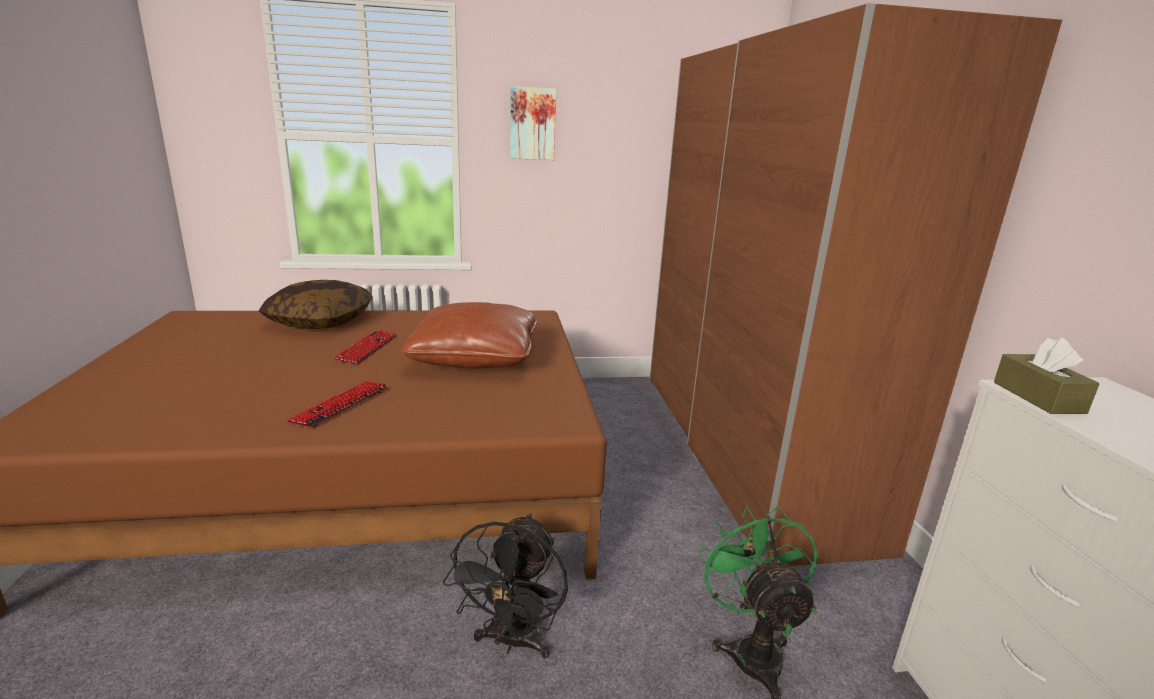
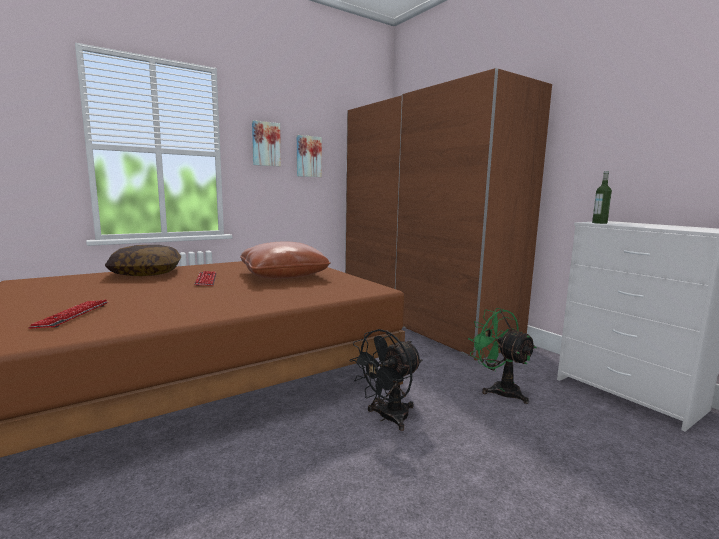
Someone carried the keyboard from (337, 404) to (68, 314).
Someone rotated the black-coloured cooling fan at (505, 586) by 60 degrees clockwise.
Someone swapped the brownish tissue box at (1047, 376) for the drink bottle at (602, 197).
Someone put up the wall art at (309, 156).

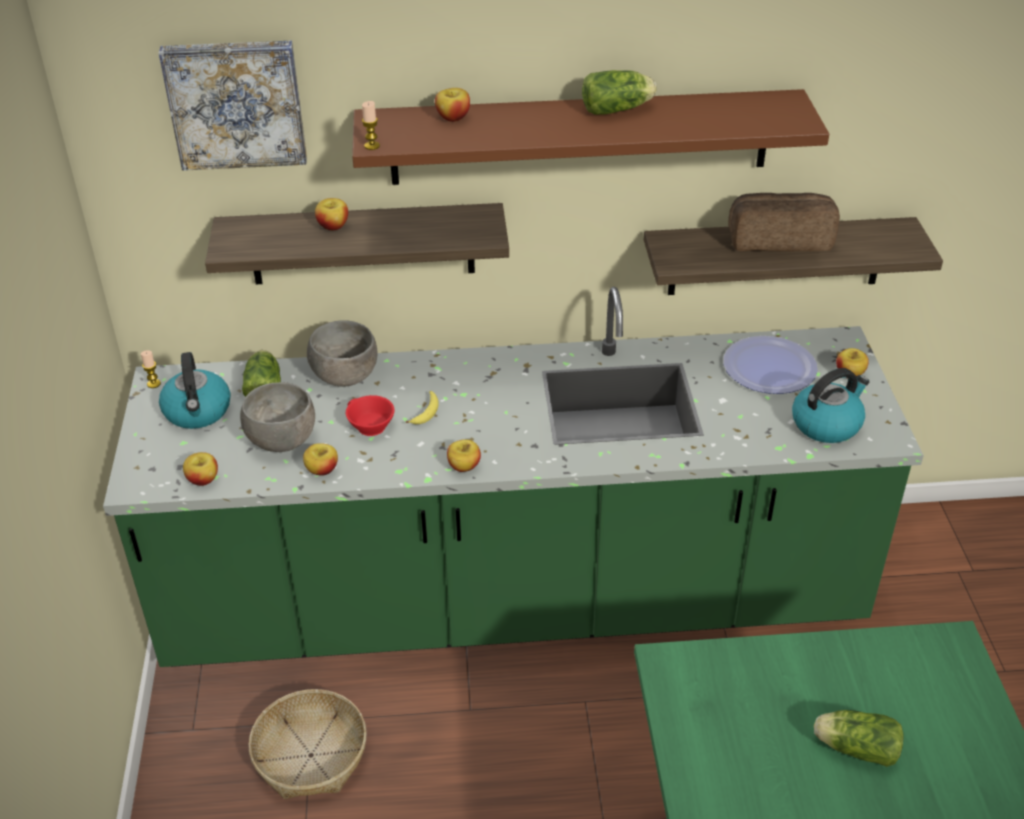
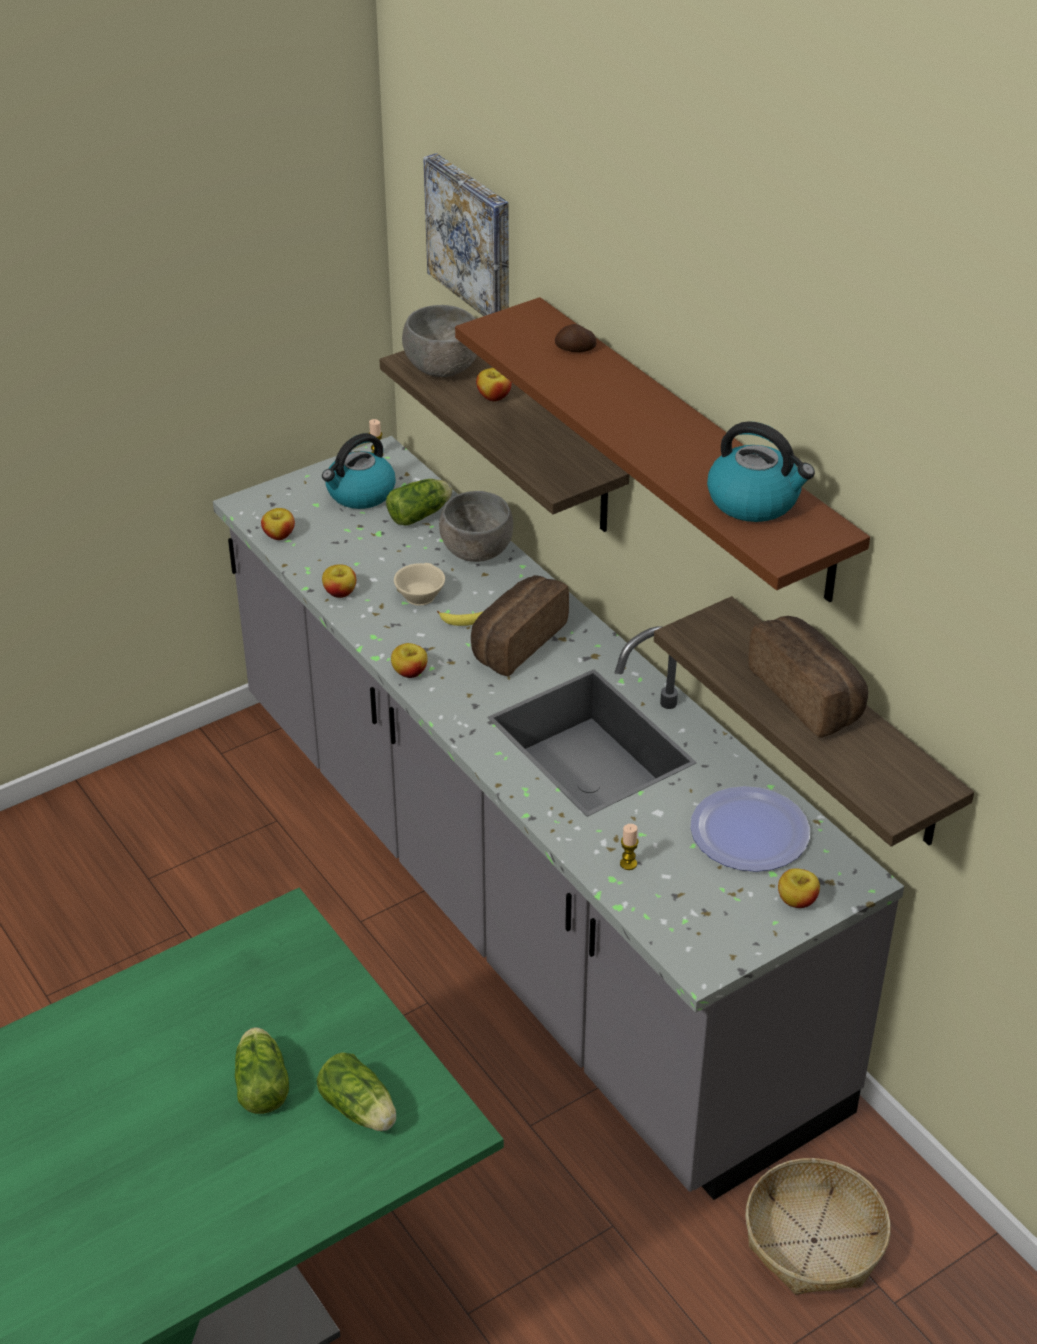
Someone repainted the greenish counter at (513, 477), which became the grey counter at (558, 818).
Someone carried the grey bowl from (277, 417) to (439, 341).
Someone carried the storage basket from (307, 744) to (818, 1226).
Someone repainted the reddish small cup at (370, 415), which became the beige small cup at (419, 584).
Someone carried the candle from (371, 125) to (629, 847).
Someone swapped the whole apple at (452, 105) for the potato at (576, 338).
Someone carried the head of lettuce from (619, 92) to (356, 1091).
Someone carried the tea kettle from (830, 405) to (761, 471).
Someone put down the bread at (520, 625).

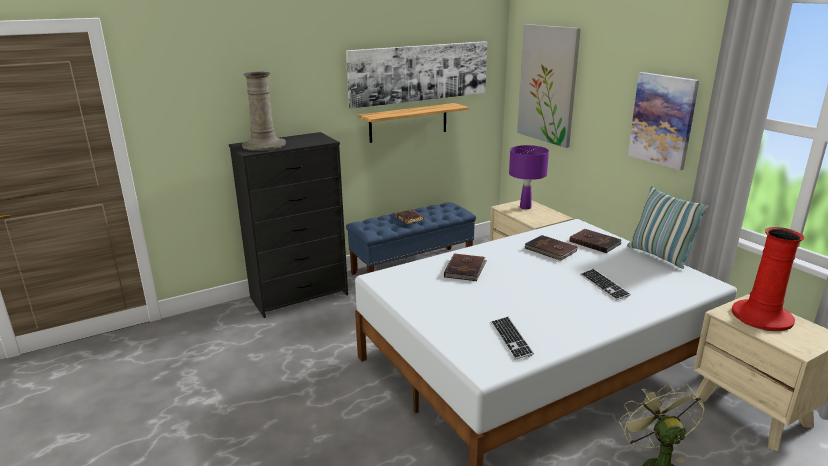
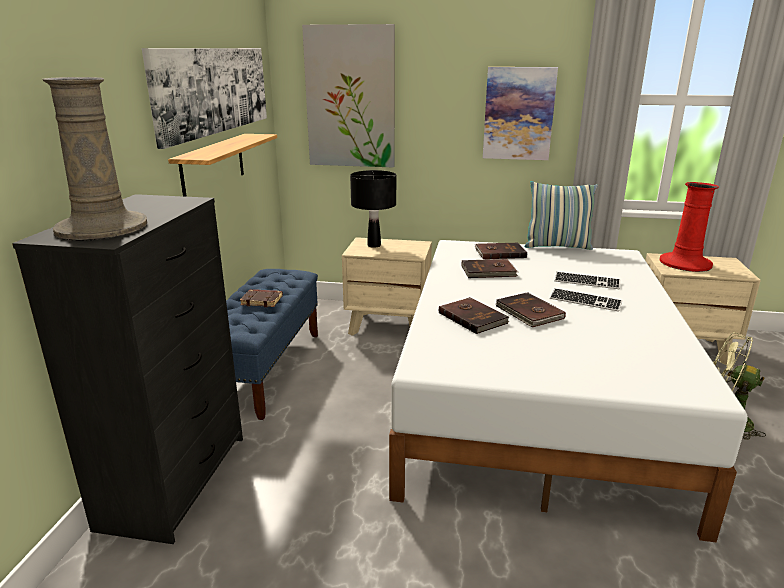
Someone carried the keyboard from (512, 338) to (586, 300).
Someone repainted the purple-coloured tabletop lamp at (529, 177), which became the black-coloured tabletop lamp at (373, 209).
Someone put down the brownish volume at (531, 309).

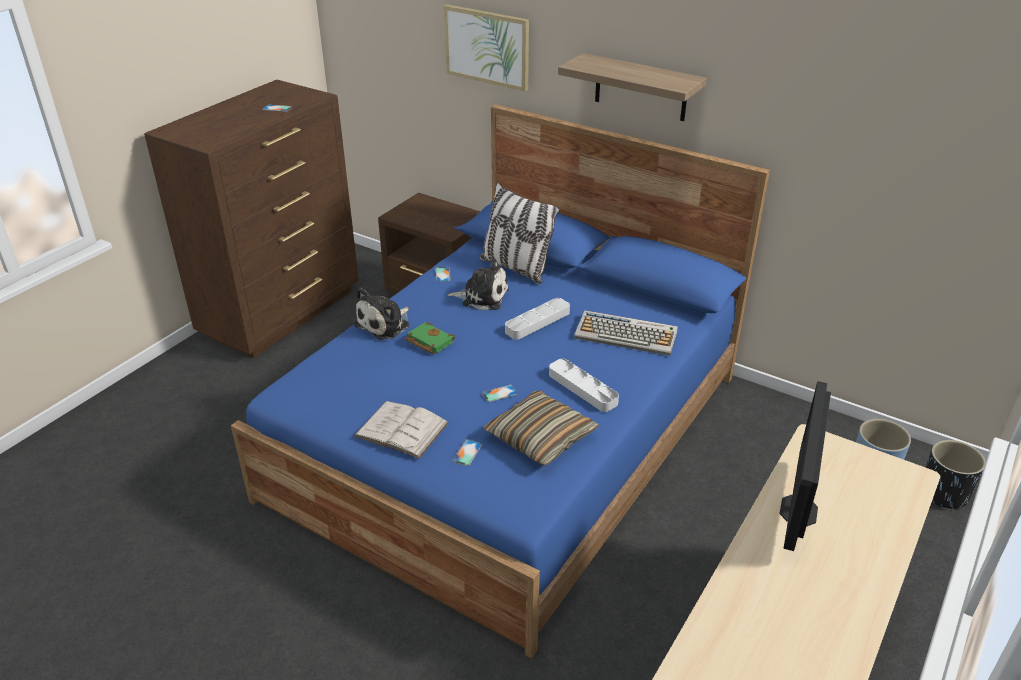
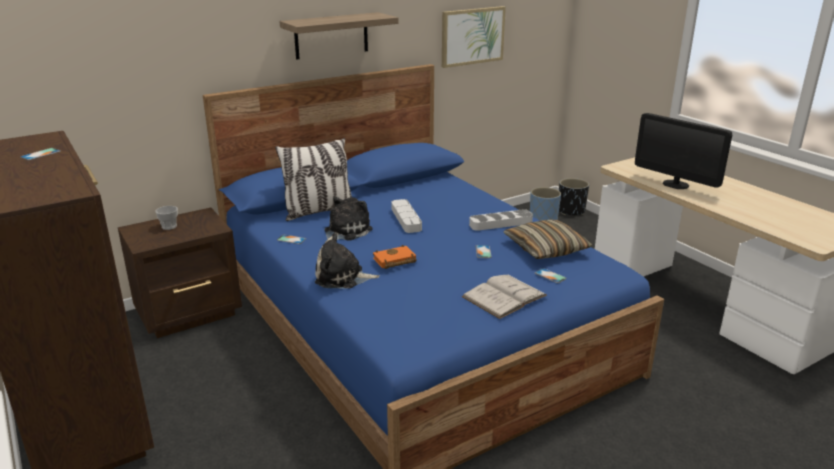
Someone rotated the cuddly toy at (381, 314) by 120 degrees clockwise.
Someone repainted the greenish volume at (430, 338), which became the orange volume at (395, 257).
Someone carried the wall art from (486, 47) to (474, 37).
Someone took away the keyboard at (626, 333).
Someone put down the small cup at (166, 218).

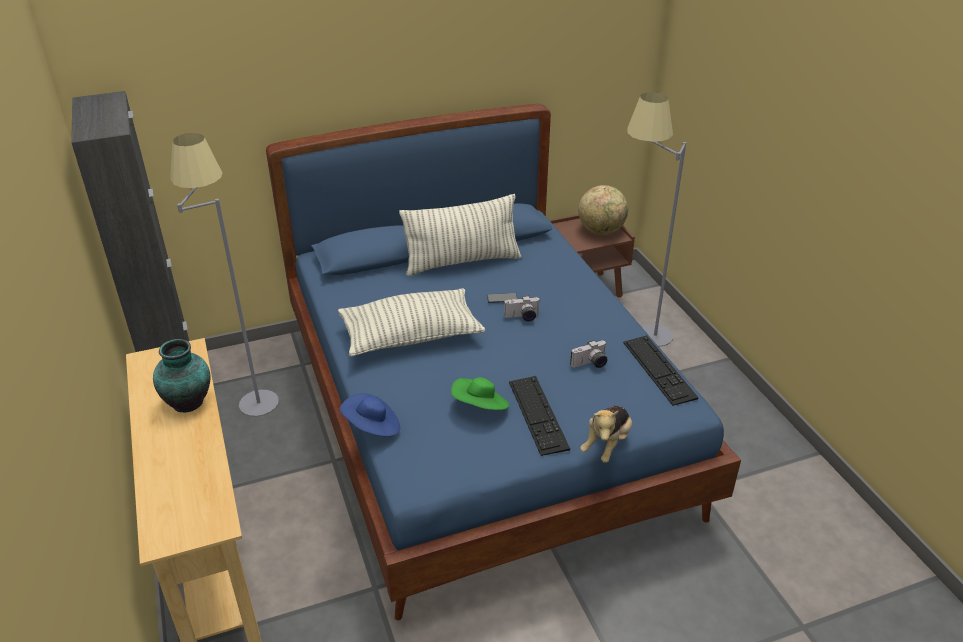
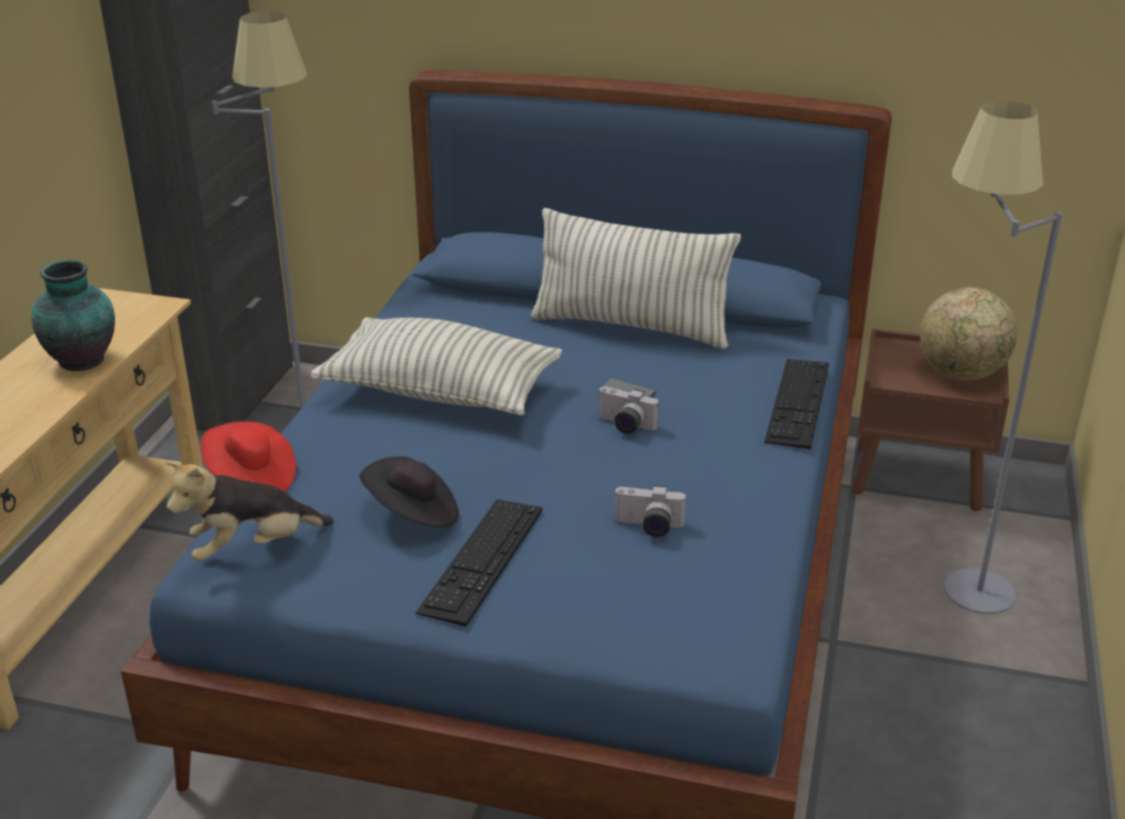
Someone repainted the blue-coloured wearable hat at (370, 415), which became the reddish wearable hat at (248, 456).
Someone repainted the greenish wearable hat at (480, 393), which became the black-coloured wearable hat at (408, 491).
Someone carried the cuddly toy from (606, 434) to (250, 511).
Someone carried the keyboard from (660, 370) to (796, 404).

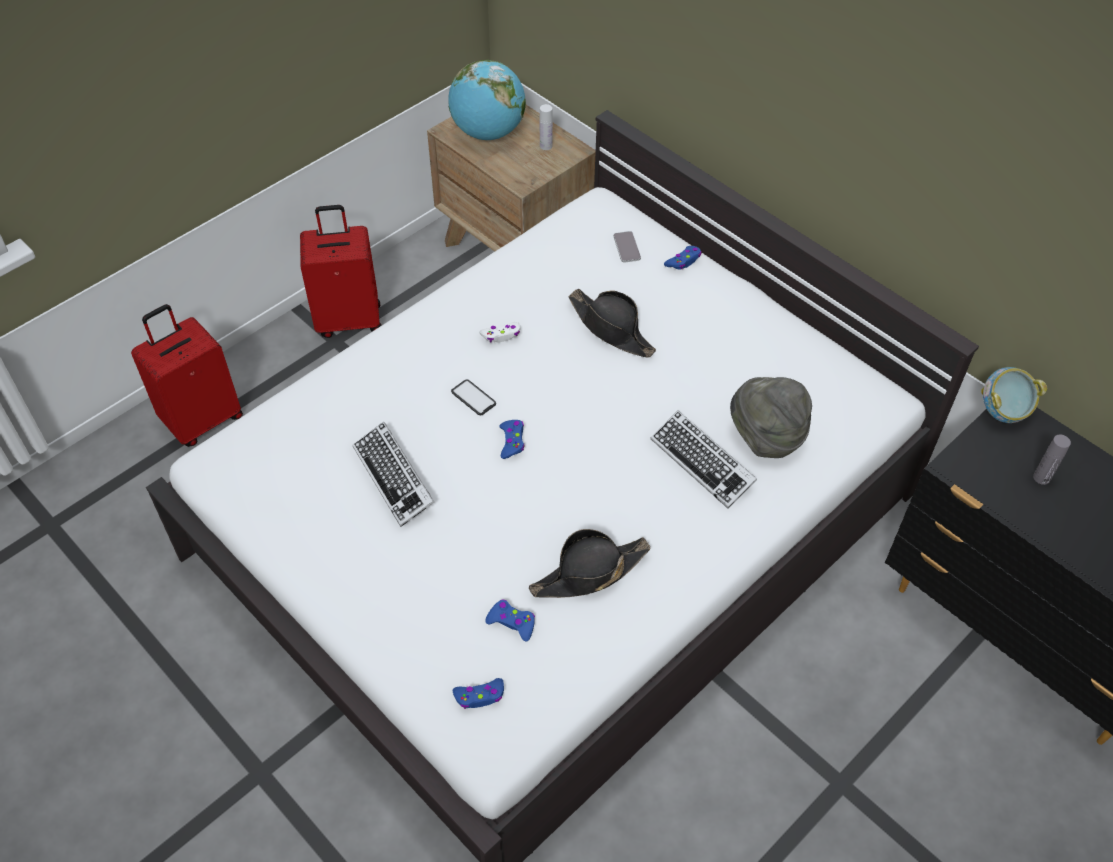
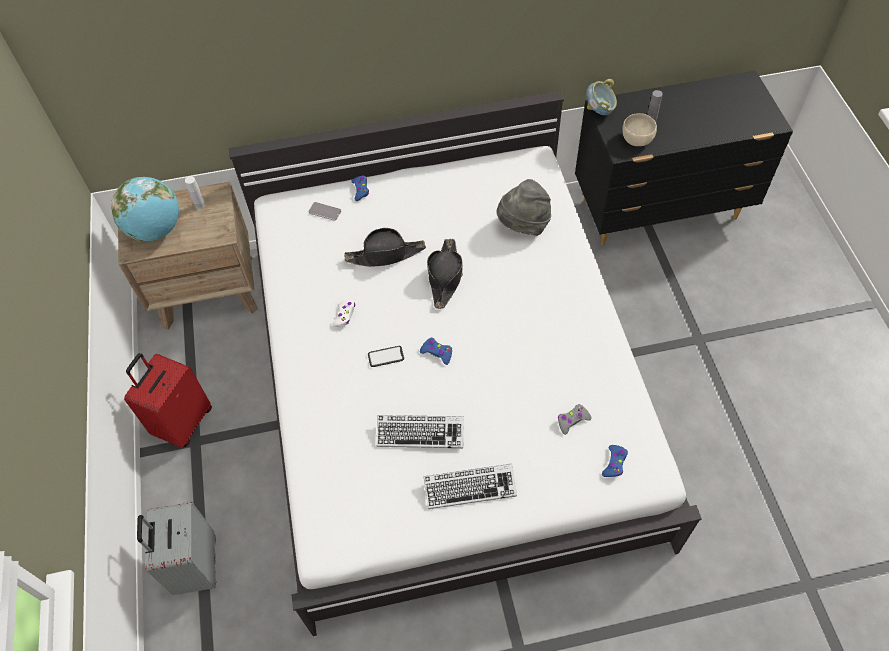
Someone repainted the reddish piece of luggage at (187, 375), which became the grey piece of luggage at (176, 548).
Someone repainted the blue-coloured game controller at (510, 620), which became the grey game controller at (575, 419).
Someone carried the black-coloured wearable hat from (589, 563) to (445, 274).
Someone carried the keyboard from (704, 459) to (470, 486).
Someone put down the beige bowl at (639, 129).

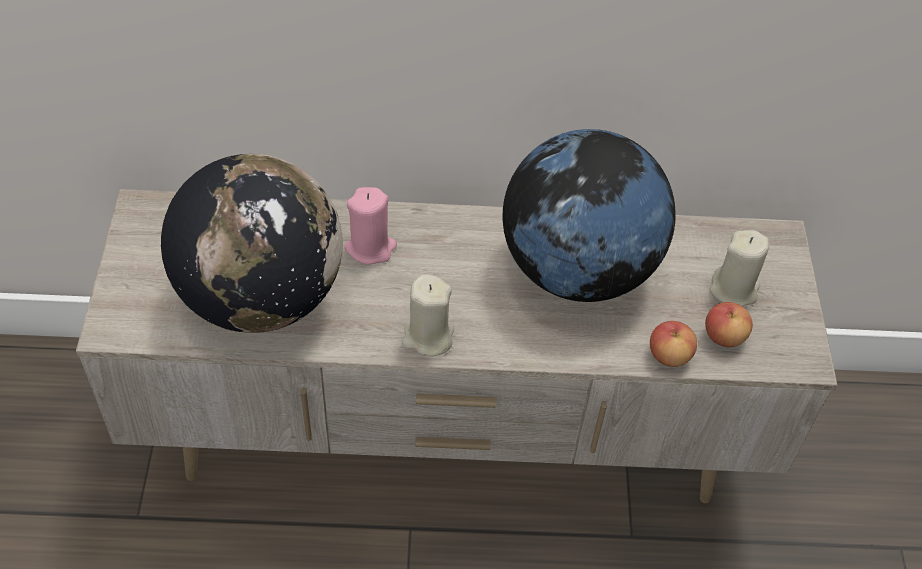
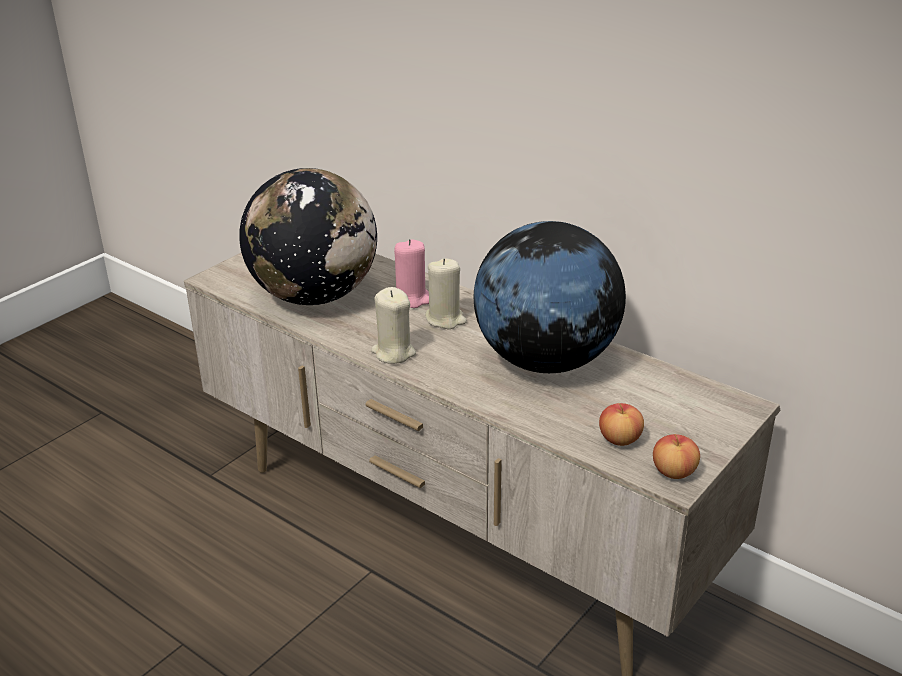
Someone carried the whole apple from (673, 344) to (676, 456).
Someone carried the beige candle from (739, 268) to (446, 293).

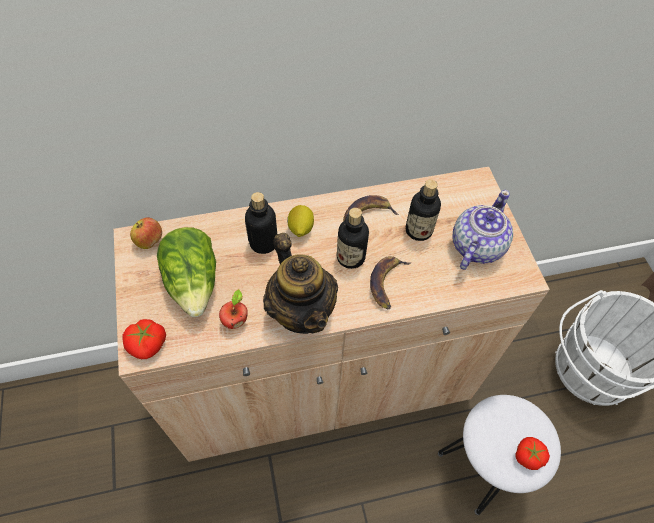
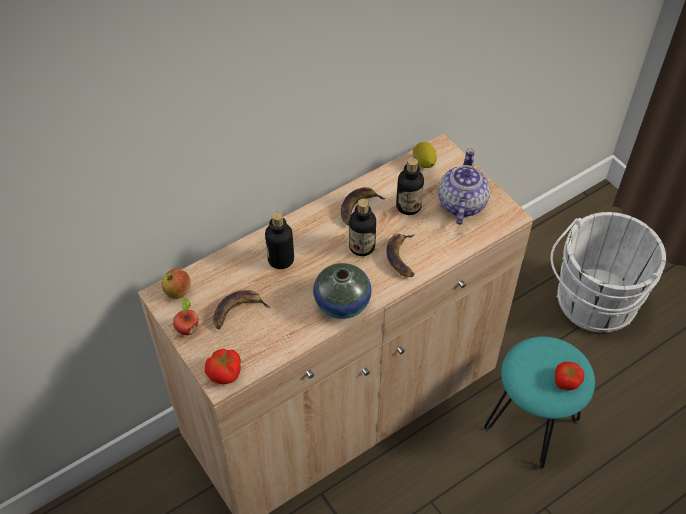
Someone swapped the head of lettuce at (186, 272) for the banana at (241, 309).
Someone carried the whole apple from (233, 309) to (185, 316).
Someone swapped the pot for tea at (300, 283) for the vase at (342, 291).
Someone carried the citrus fruit from (300, 221) to (424, 155).
Someone repainted the white sitting stool at (499, 455), which became the turquoise-coloured sitting stool at (539, 403).

